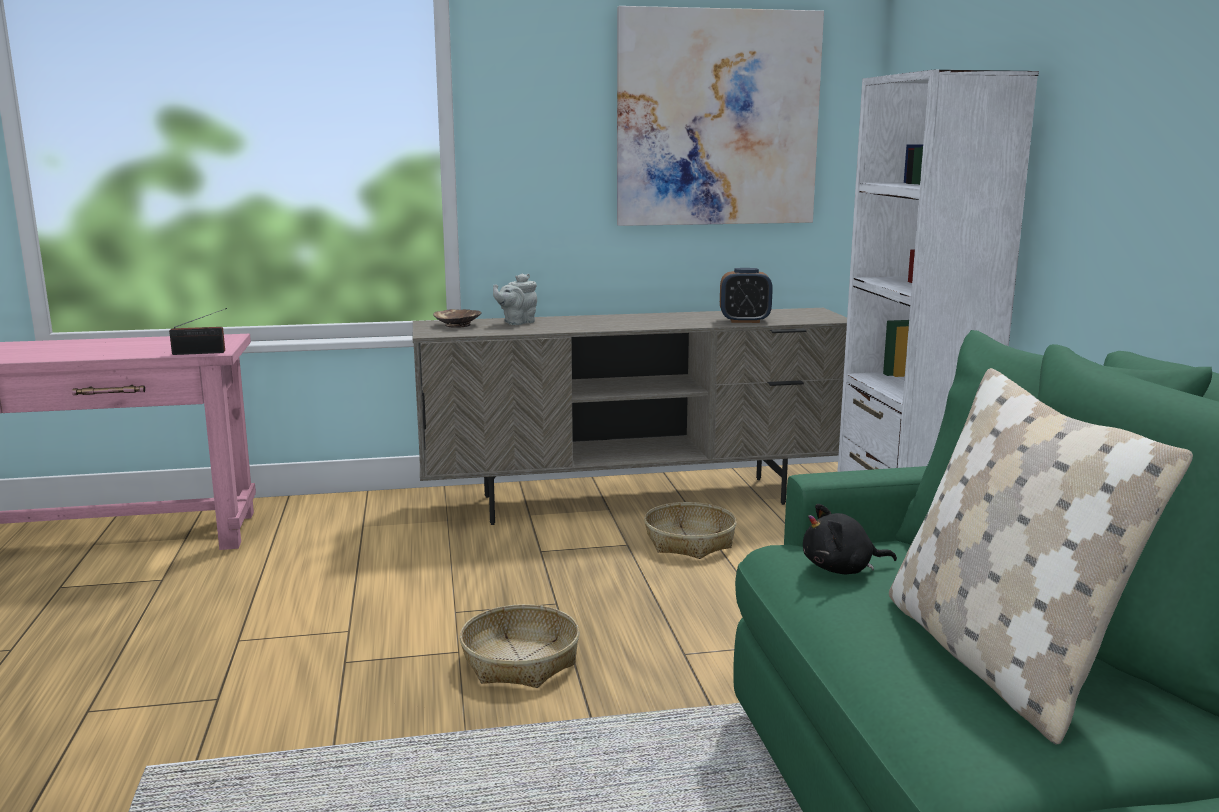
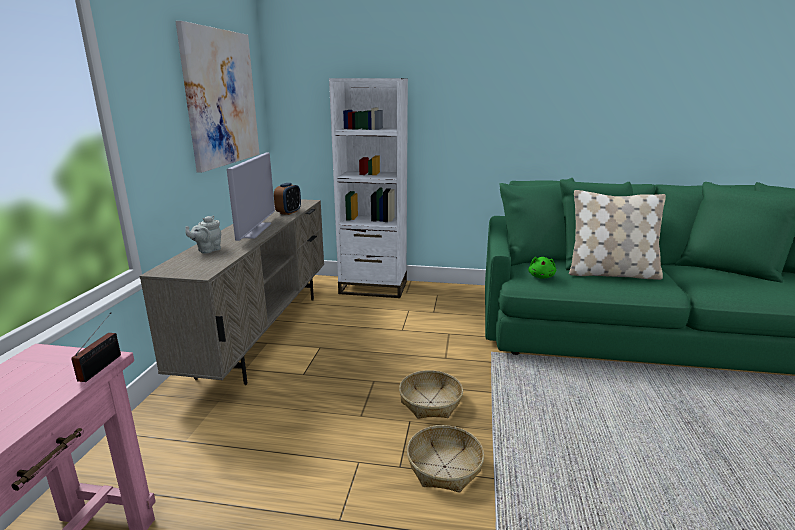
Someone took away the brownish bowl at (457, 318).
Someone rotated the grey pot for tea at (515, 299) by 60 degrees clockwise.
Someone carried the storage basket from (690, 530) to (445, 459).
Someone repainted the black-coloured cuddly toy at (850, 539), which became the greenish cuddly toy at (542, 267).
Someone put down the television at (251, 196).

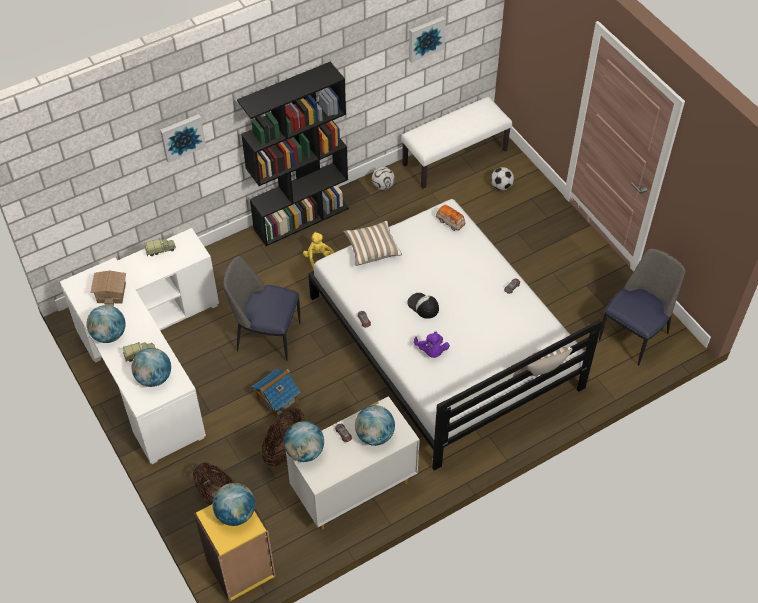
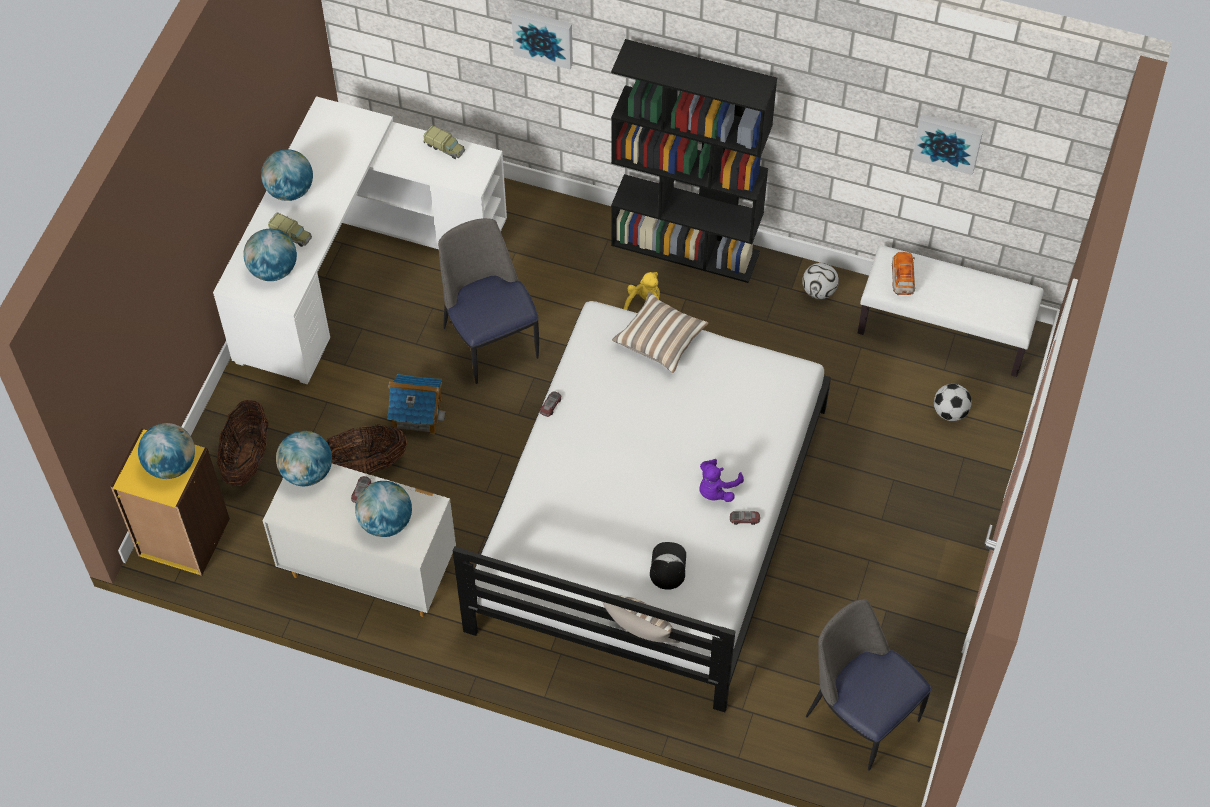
Someone took away the miniature house at (108, 289).
Someone carried the baseball cap from (423, 306) to (668, 566).
Someone carried the purple-coloured cuddly toy from (432, 344) to (721, 480).
Someone carried the toy car from (450, 217) to (903, 273).
Someone rotated the chair at (642, 307) by 135 degrees counterclockwise.

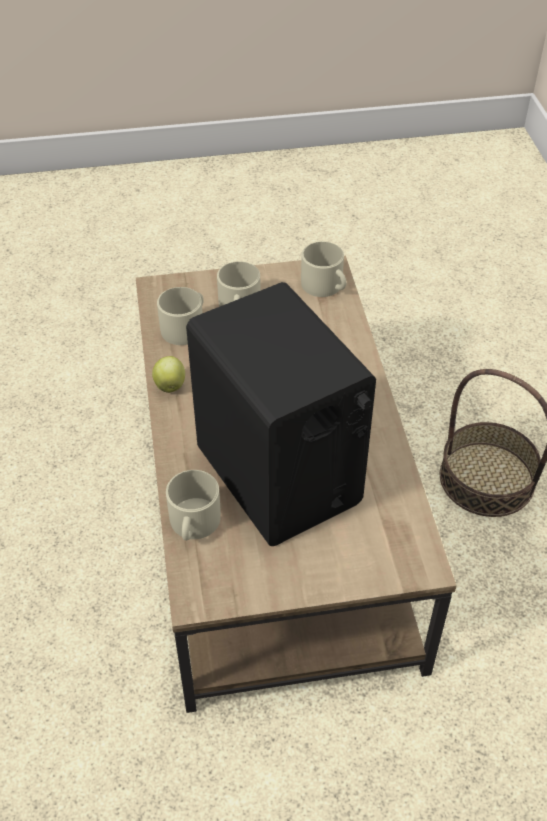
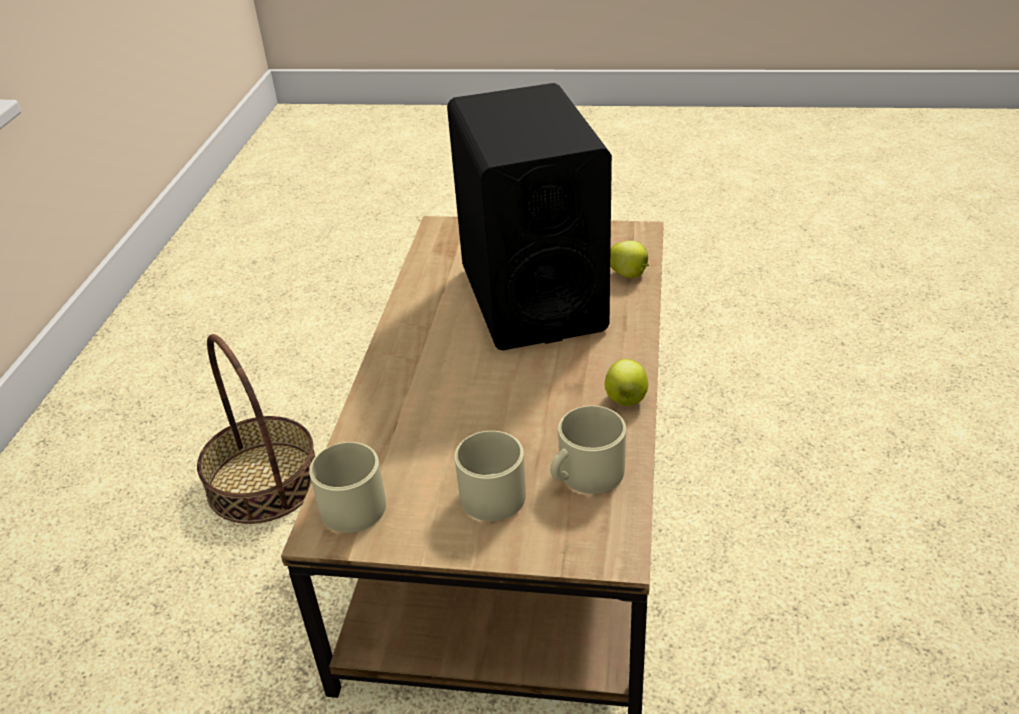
Someone swapped the beige coffee mug at (193, 505) for the whole apple at (629, 259).

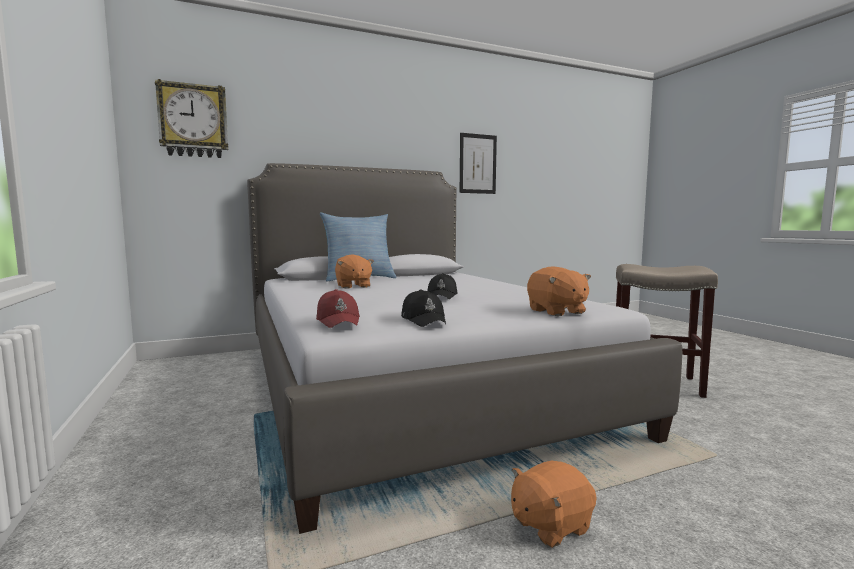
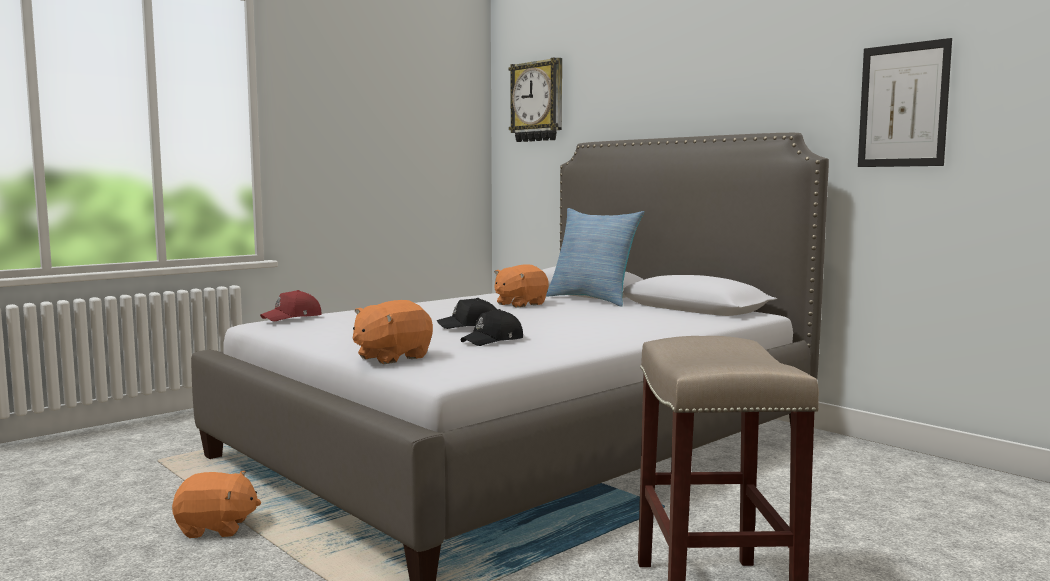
Someone carried the black-coloured baseball cap from (423, 308) to (492, 327).
Someone rotated the orange cuddly toy at (554, 504) by 135 degrees clockwise.

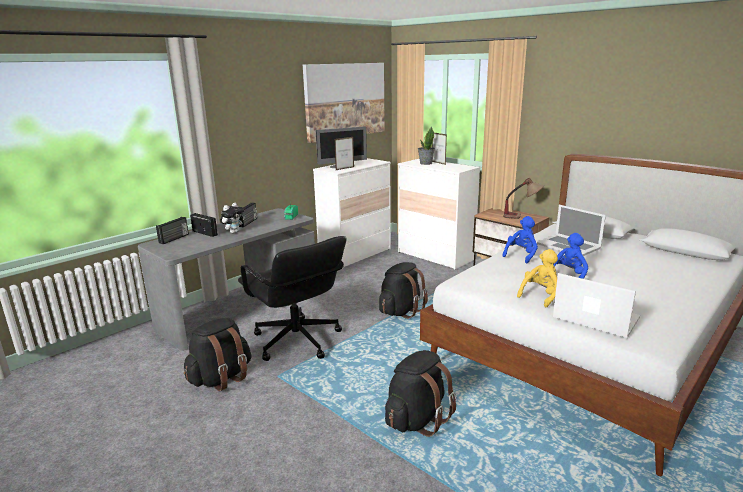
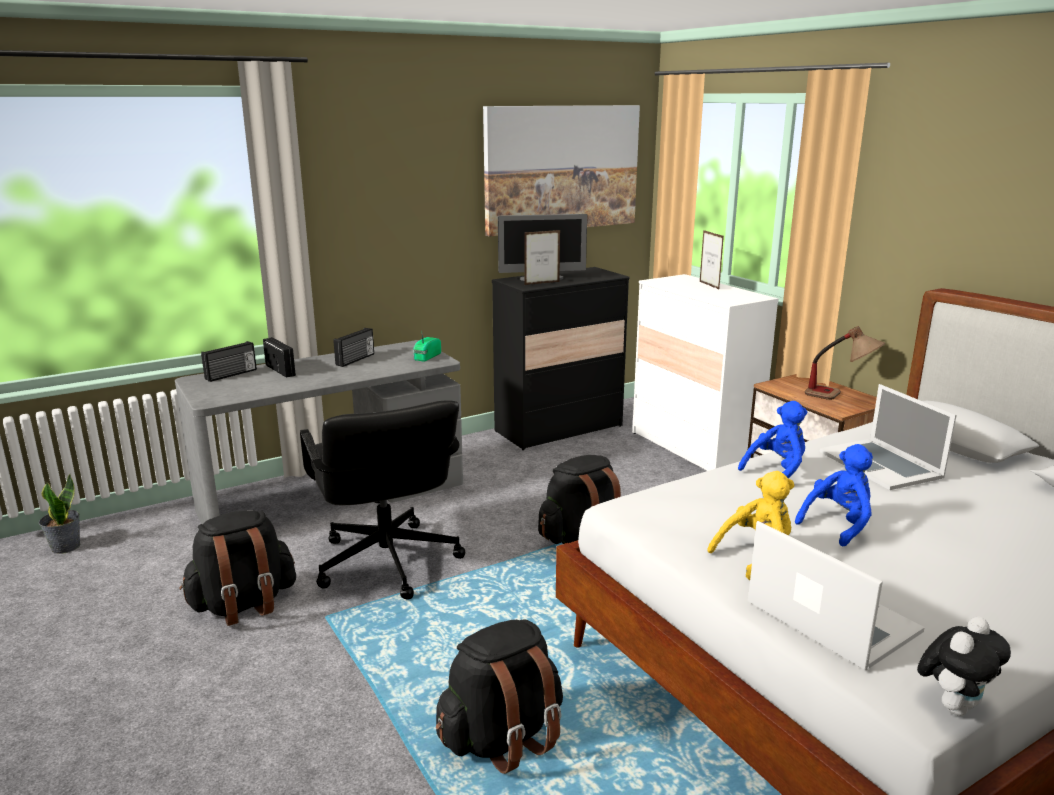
Someone carried the cuddly toy from (232, 217) to (964, 666).
Someone repainted the white drawer chest at (352, 212), which became the black-coloured drawer chest at (560, 358).
Someone carried the plant in a pot from (426, 145) to (60, 514).

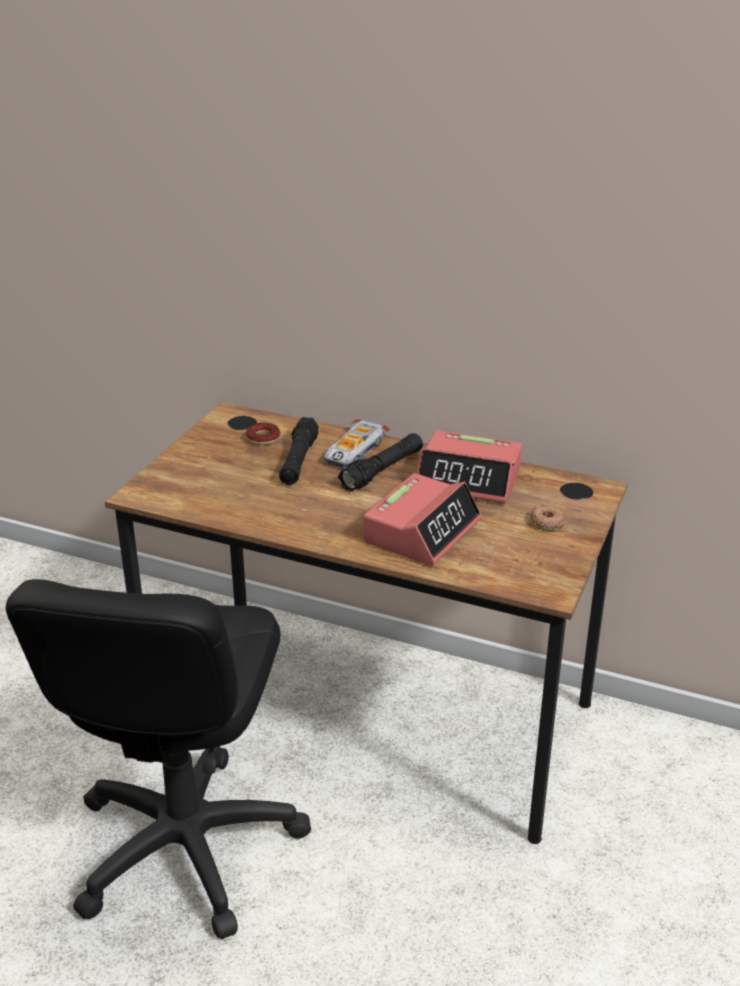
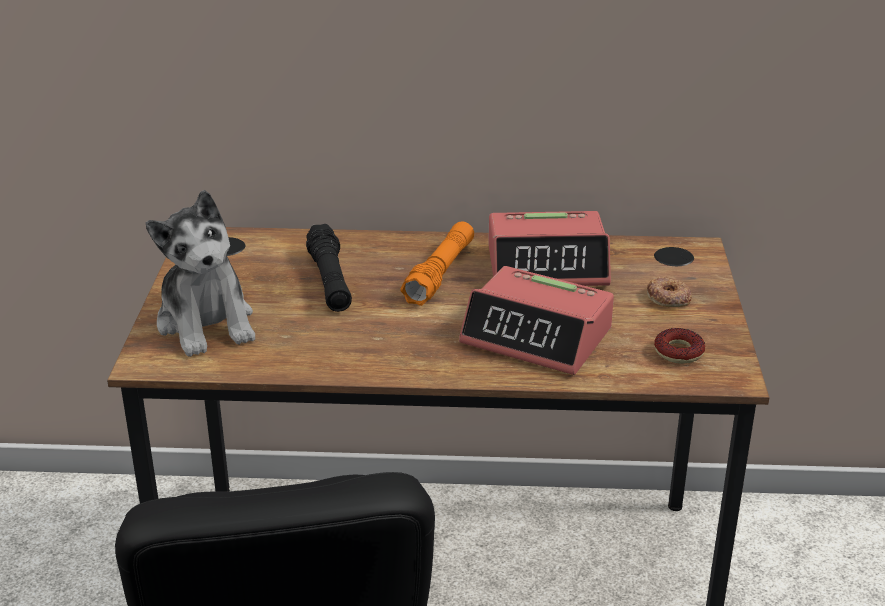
Someone carried the doughnut from (263, 434) to (679, 346).
Someone took away the toy car at (357, 444).
Someone repainted the black-coloured torch at (380, 462), which became the orange torch at (437, 263).
Someone rotated the bedside clock at (422, 519) by 105 degrees clockwise.
Someone put down the cuddly toy at (200, 273).

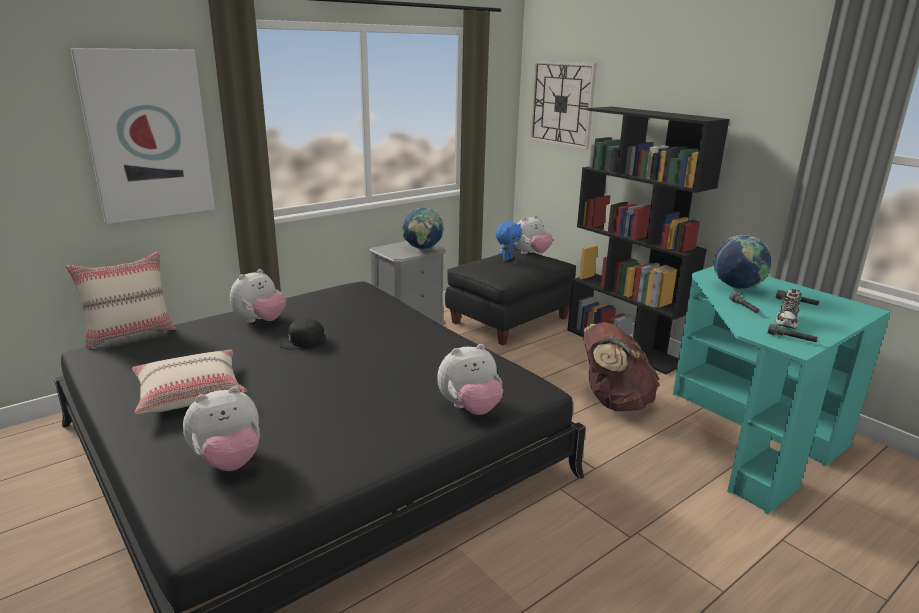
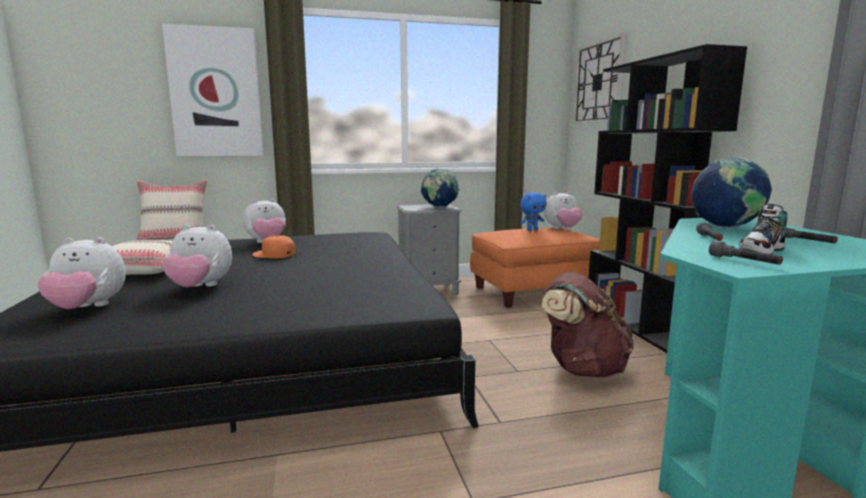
Someone repainted the black-coloured baseball cap at (300, 333), which became the orange baseball cap at (274, 246).
Someone carried the cuddly toy from (470, 379) to (197, 255).
Someone repainted the black-coloured footrest at (510, 297), which became the orange footrest at (535, 268).

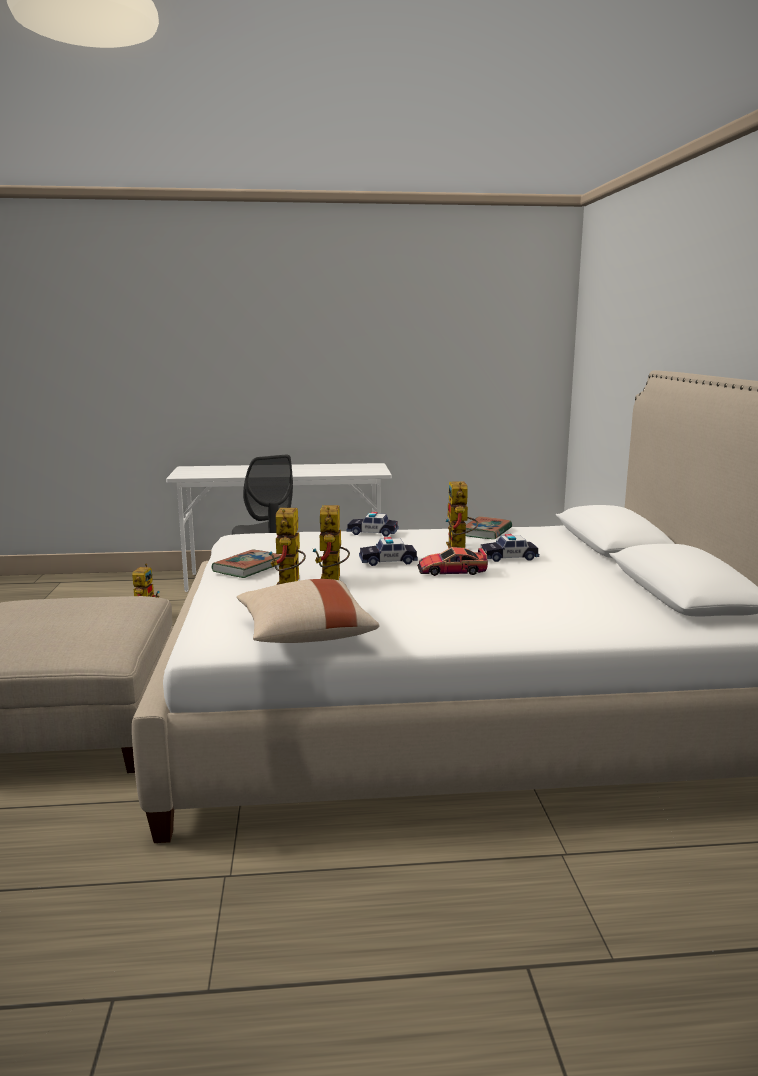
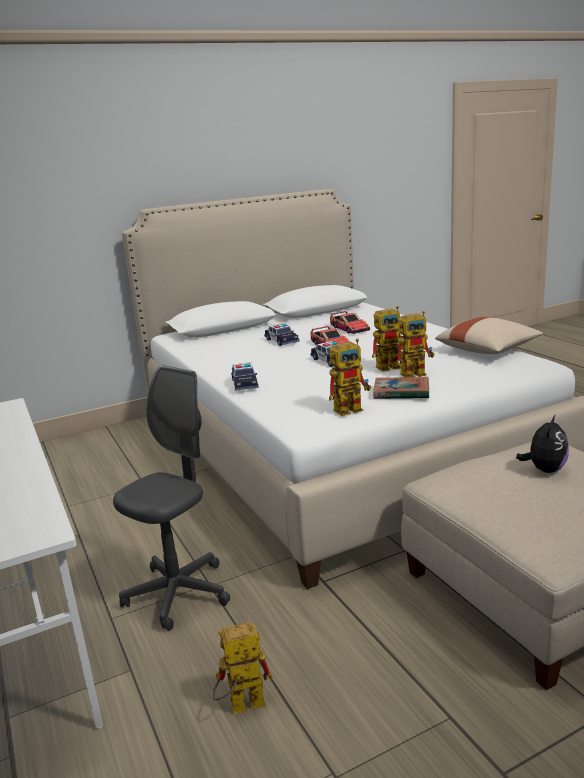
Someone carried the toy robot from (461, 514) to (350, 377).
Someone took away the volume at (489, 527).
Someone put down the toy car at (350, 322).
Someone put down the cuddly toy at (542, 444).

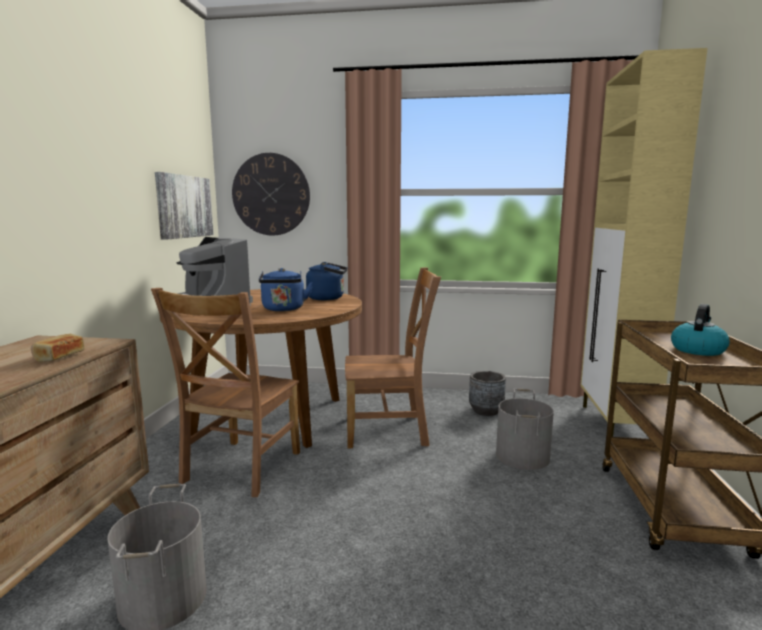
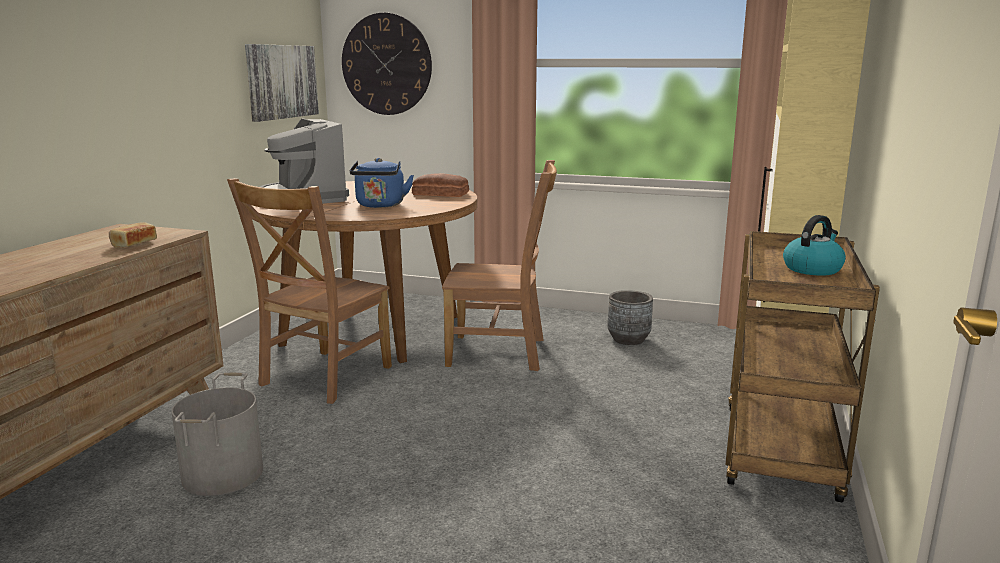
Someone swapped the blue-coloured tea kettle at (327, 281) for the bread at (440, 185).
Someone took away the grey water bucket at (525, 429).

